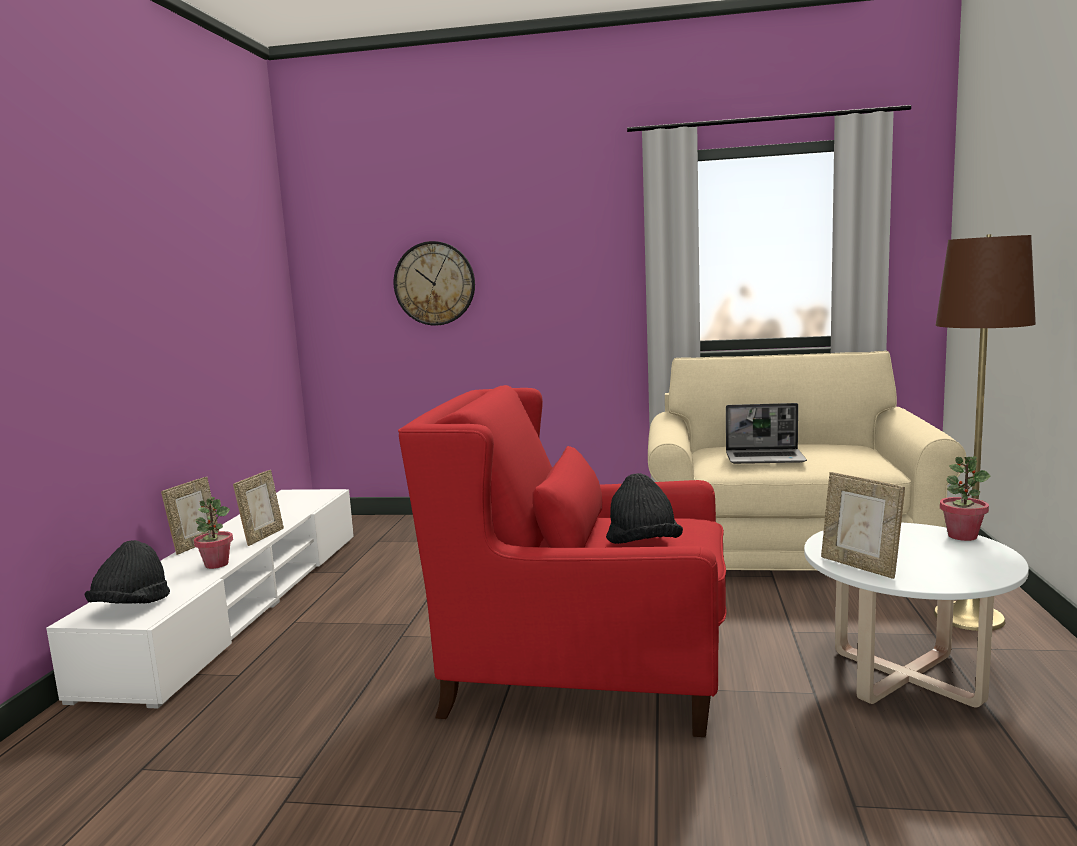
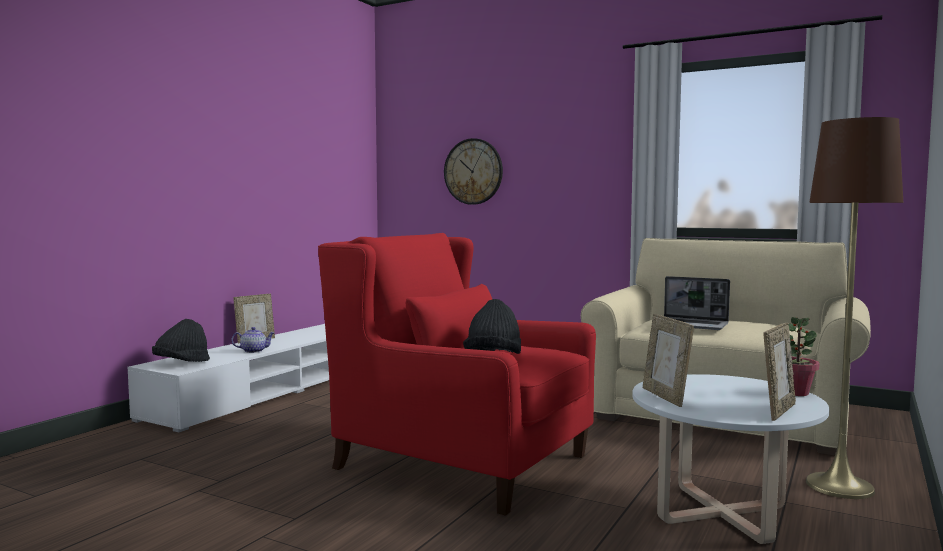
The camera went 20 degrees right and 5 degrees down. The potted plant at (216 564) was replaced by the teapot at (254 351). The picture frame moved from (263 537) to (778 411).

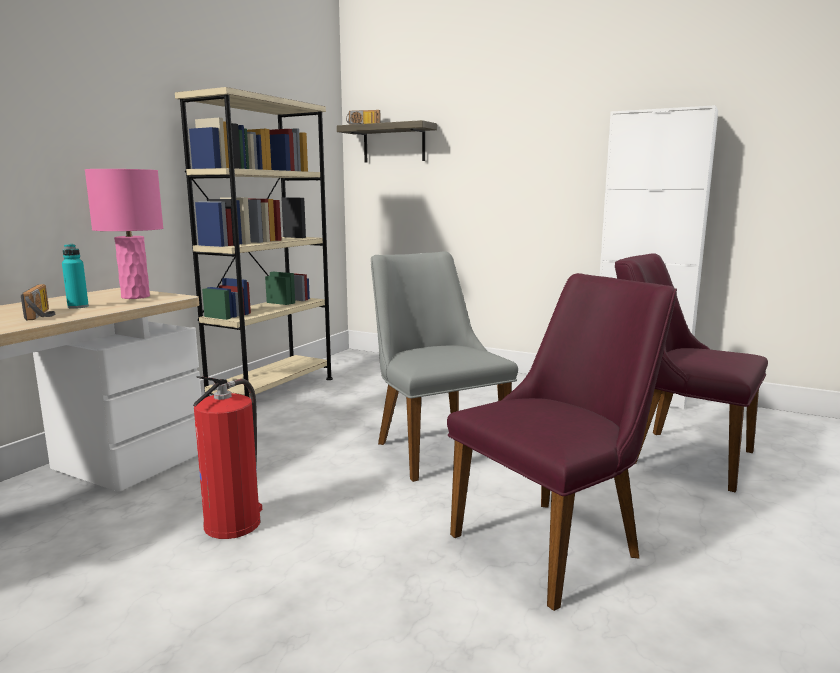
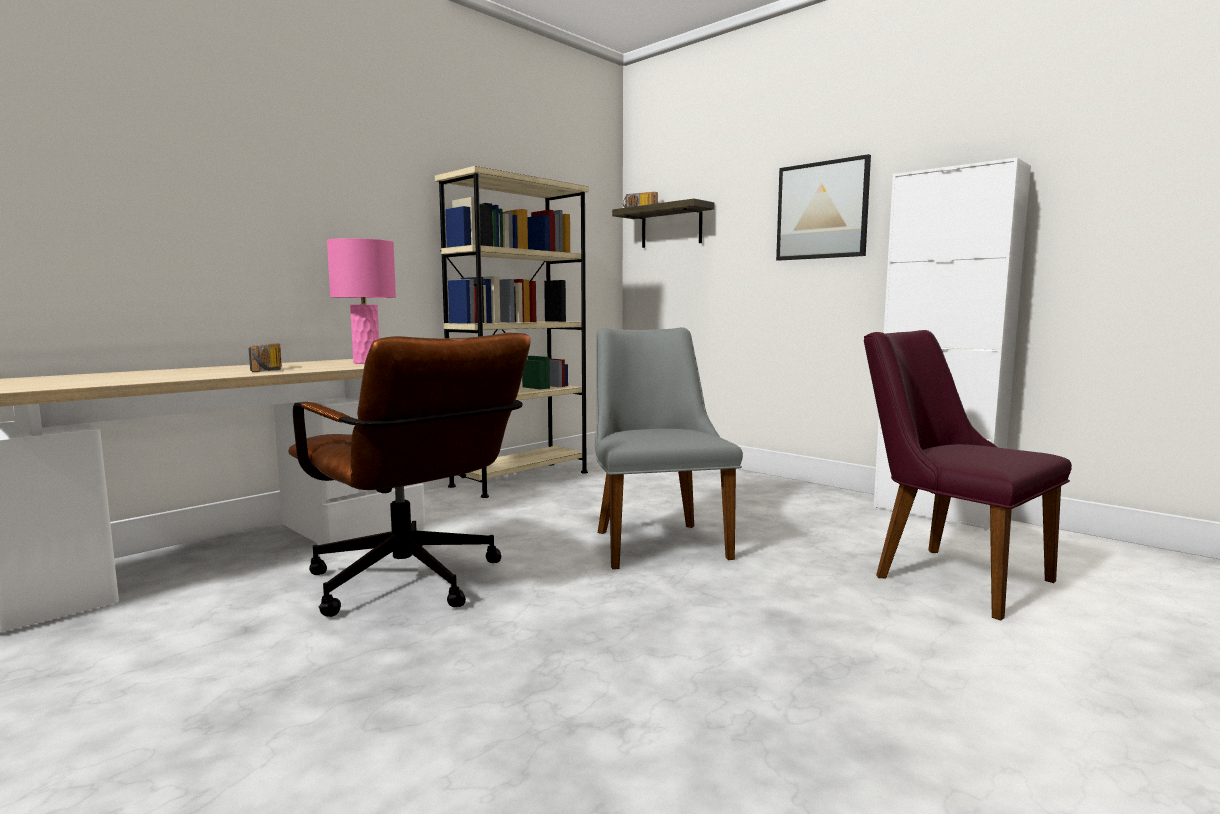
The camera went 15 degrees right and 5 degrees down. The fire-fighting cylinder at (234 523) was replaced by the computer chair (brownish) at (413 585). The picture at (822 210) appeared. The beverage bottle (turquoise-coloured) at (78 307) disappeared. The chair (purple-coloured) at (558 541) disappeared.

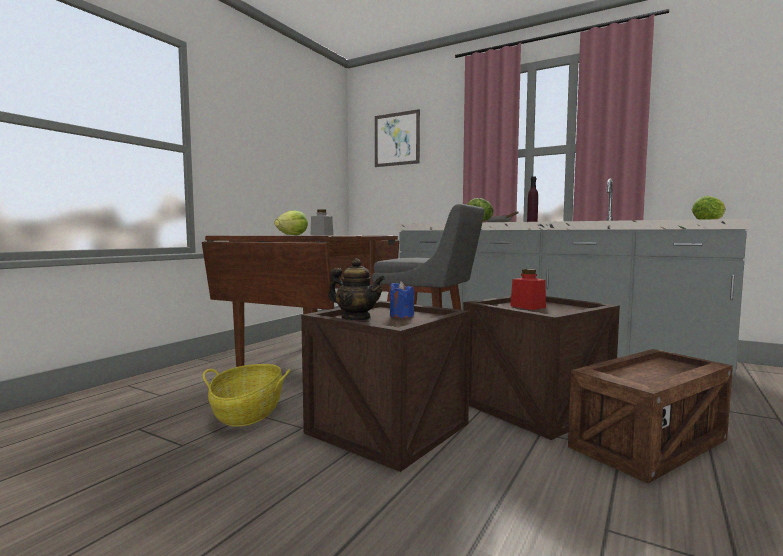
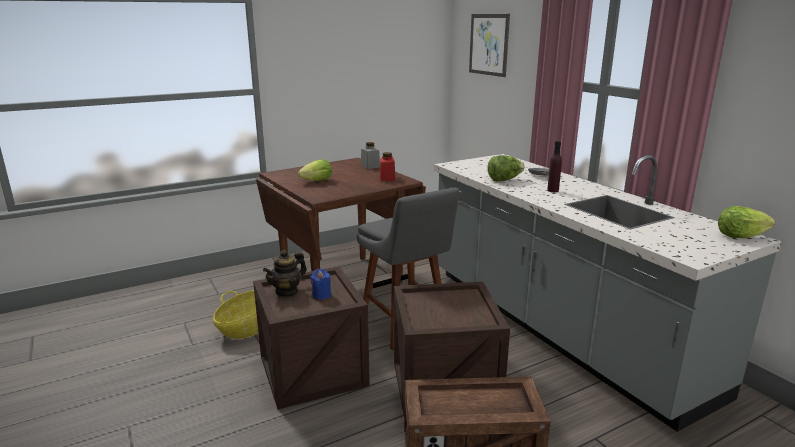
The camera went 30 degrees right and 15 degrees up. The teapot at (356 318) turned 75 degrees clockwise. The storage jar (red-coloured) moved from (527 307) to (387 178).

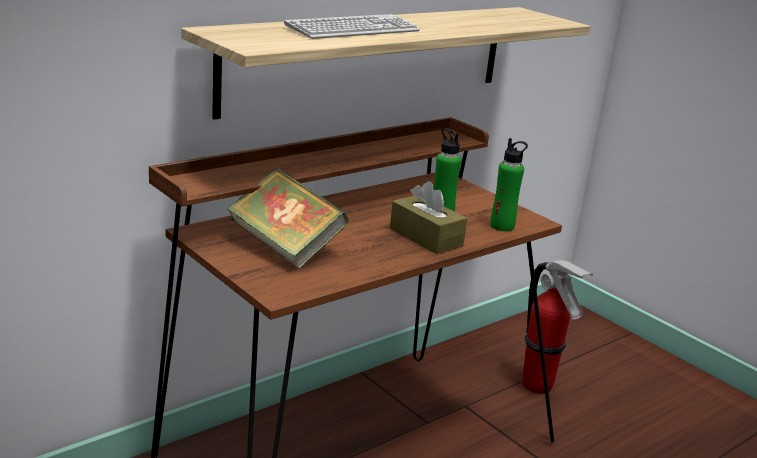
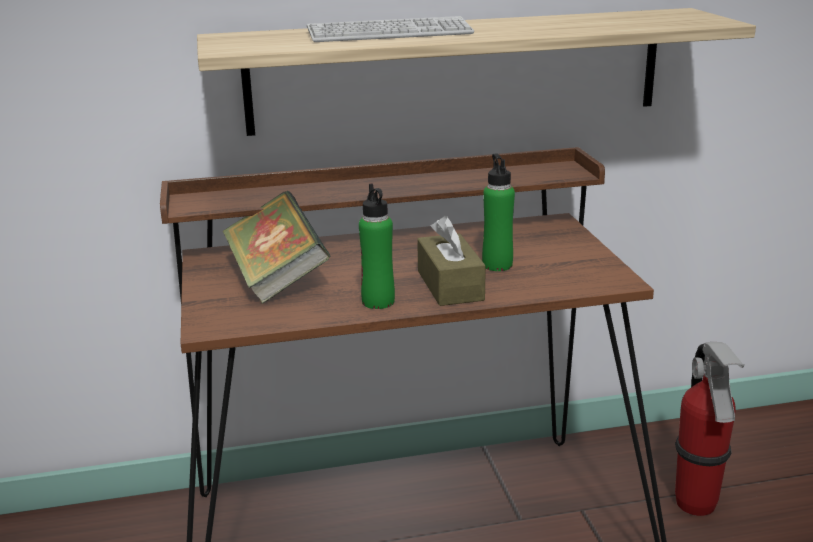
The camera went 30 degrees right and 0 degrees up. The beverage bottle (green-coloured) moved from (502 226) to (378 302).

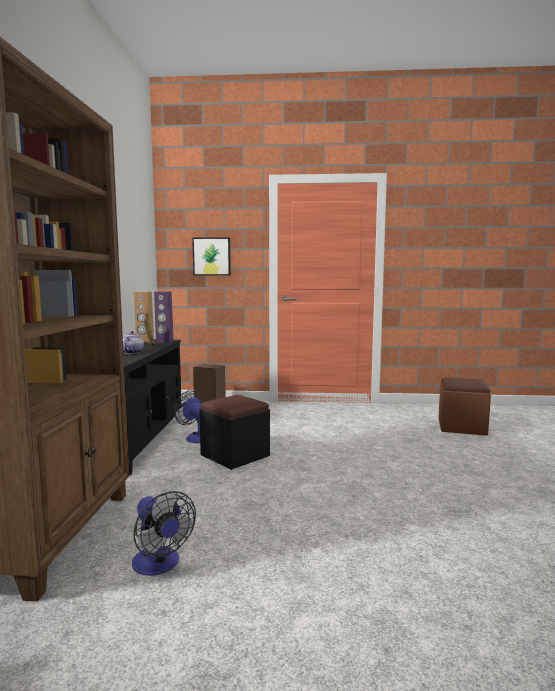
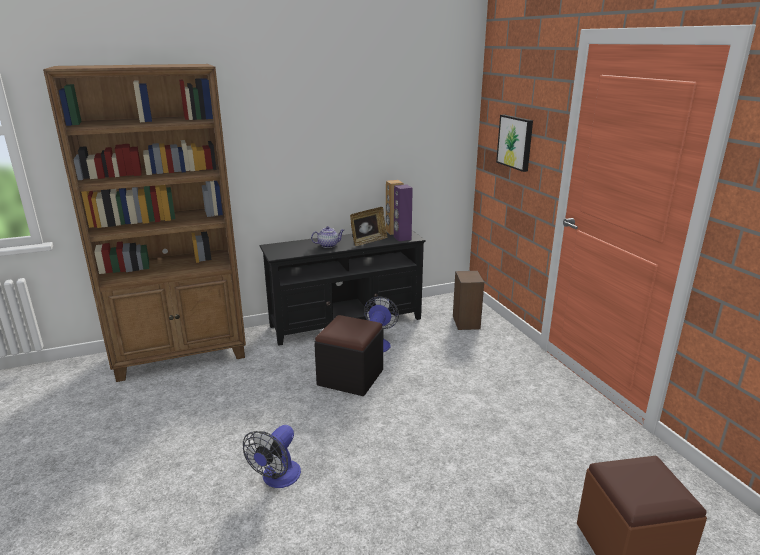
The camera went 65 degrees right and 15 degrees up. The cooling fan moved from (159 565) to (277 479).

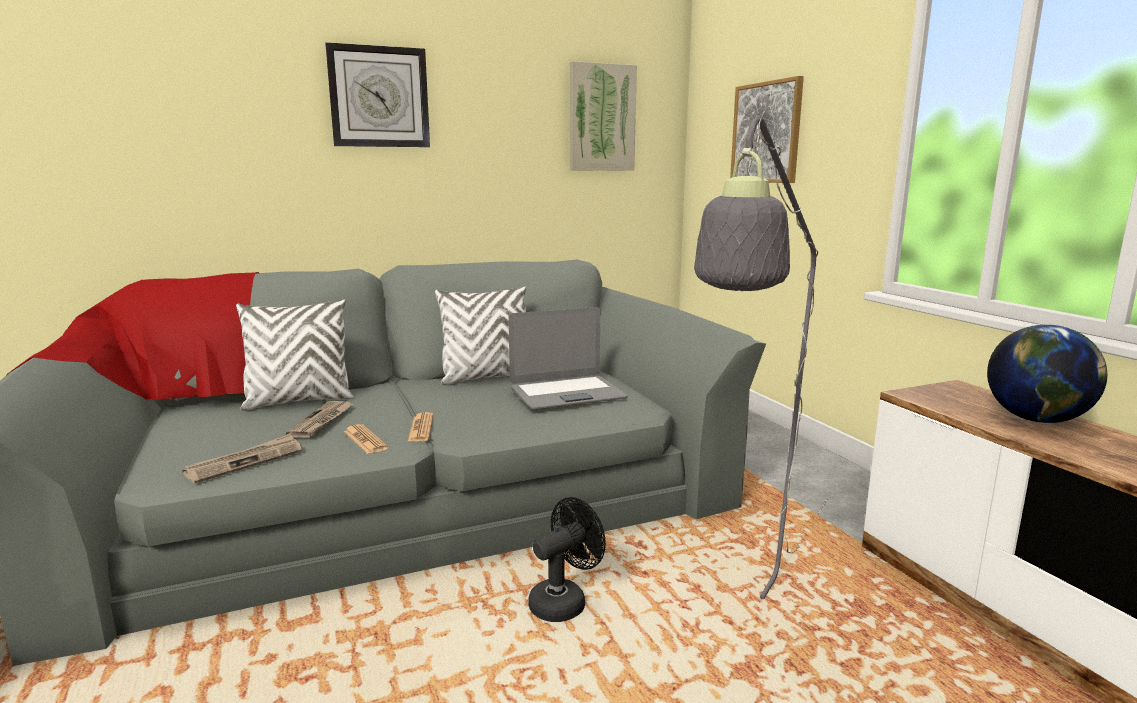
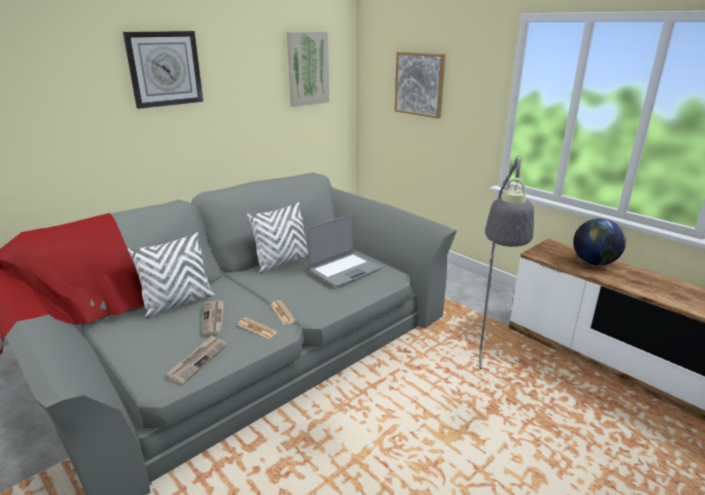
The camera went 20 degrees left and 10 degrees up. The cooling fan (blackish) at (564 601) disappeared.

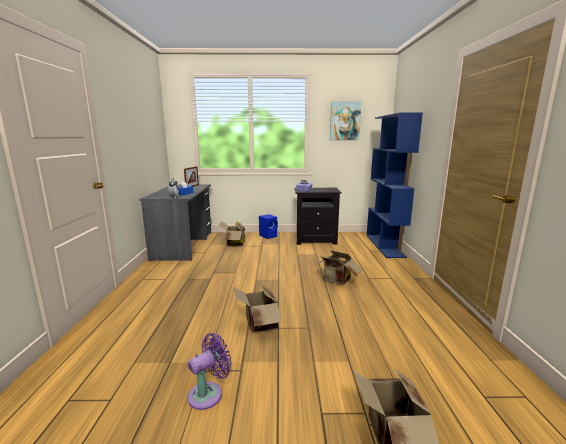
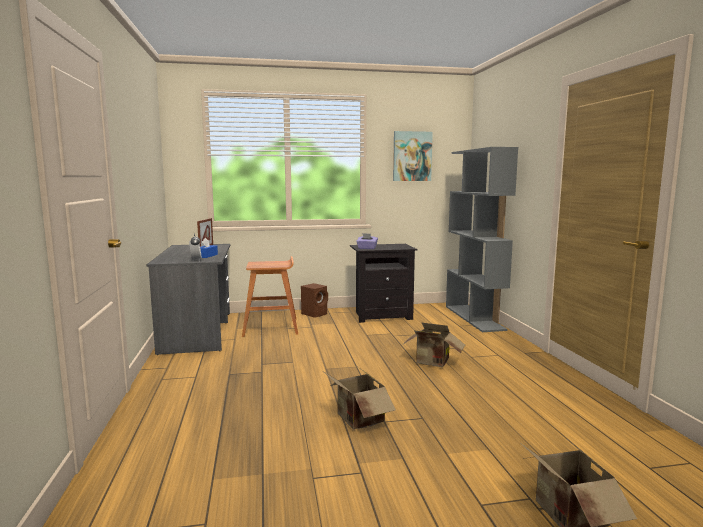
The camera went 10 degrees left and 5 degrees down. The packing box at (234 244) was replaced by the sitting stool (brownish) at (271 327). The loudspeaker (bluish) at (268 236) became the loudspeaker (brownish) at (315 314). The bookshelf (bluish) at (385 245) became the bookshelf (grey) at (474 318). The cooling fan (purple-coloured) at (209 393) disappeared.

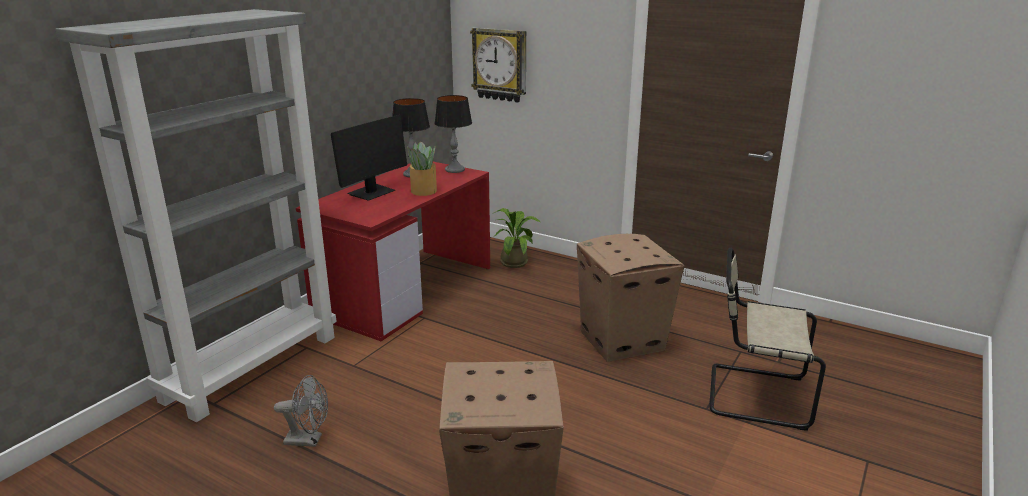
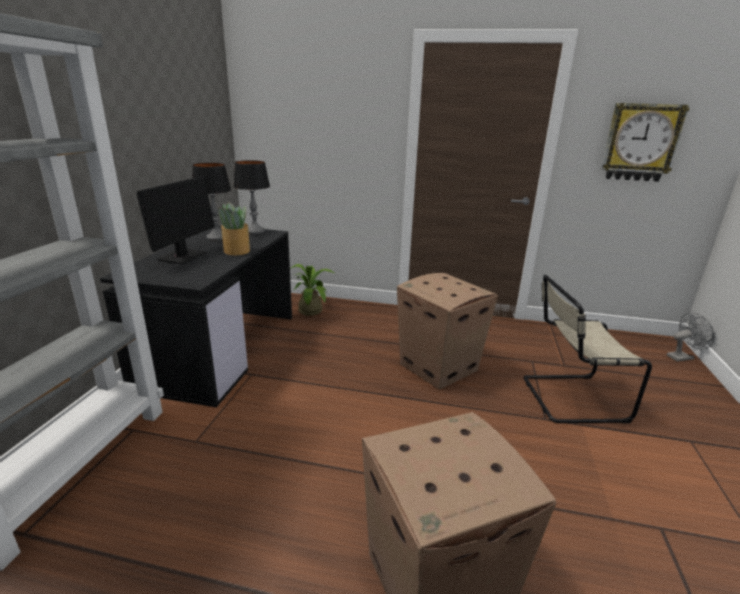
The camera went 20 degrees left and 0 degrees up. The desk unit (red-coloured) at (406 290) became the desk unit (blackish) at (221 349). The clock on the wall moved from (500 64) to (640 142). The cooling fan (grey) moved from (309 440) to (682 357).

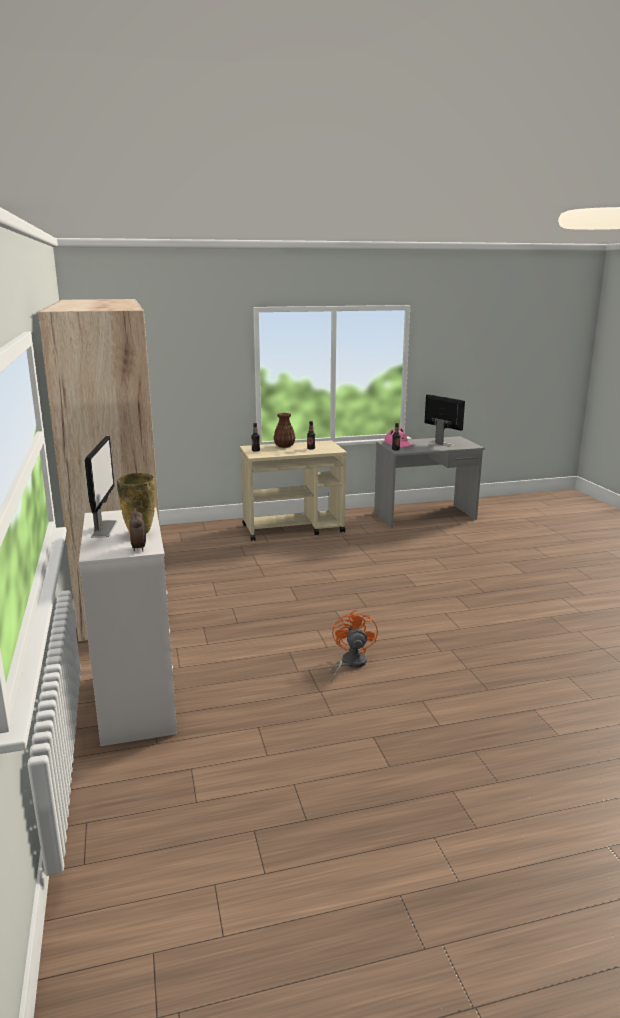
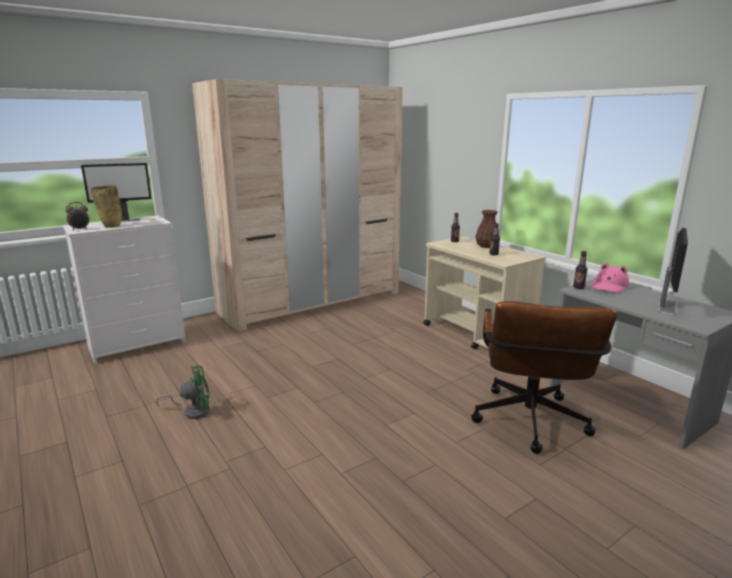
The camera went 70 degrees right and 0 degrees up. The cooling fan (orange) at (350 663) became the cooling fan (green-coloured) at (193 411). The computer chair (brownish) at (529 425) appeared.

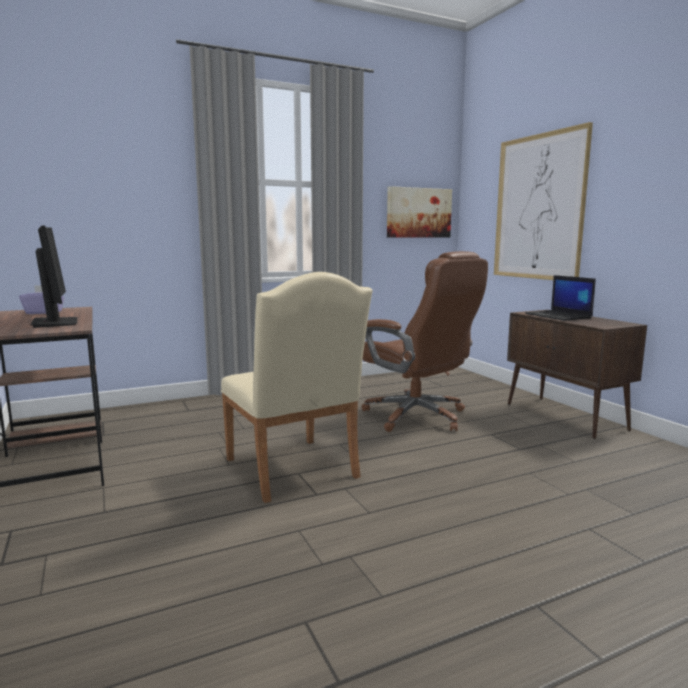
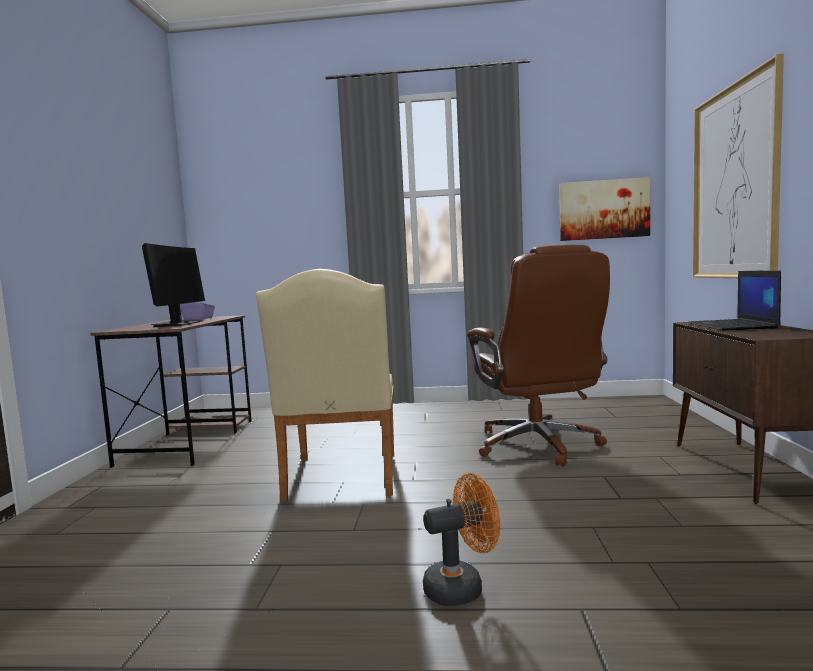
The camera went 30 degrees right and 5 degrees down. The cooling fan (orange) at (462 586) appeared.

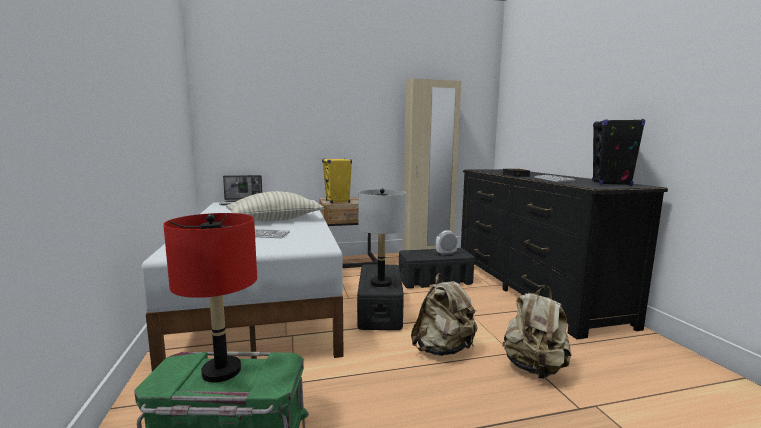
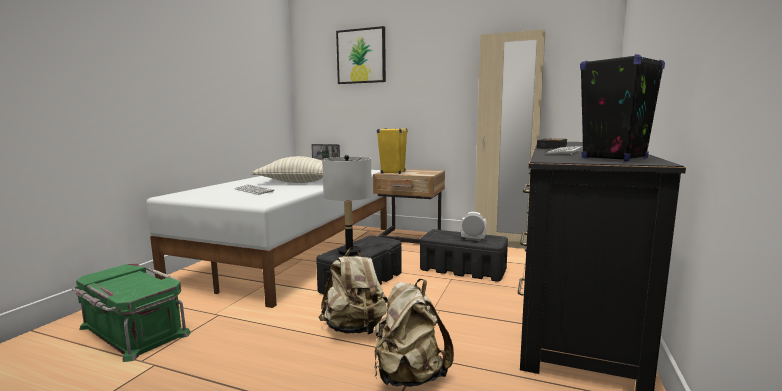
The camera went 35 degrees right and 0 degrees up. The picture at (361 56) appeared. The tabletop lamp (red-coloured) at (221 371) disappeared.

